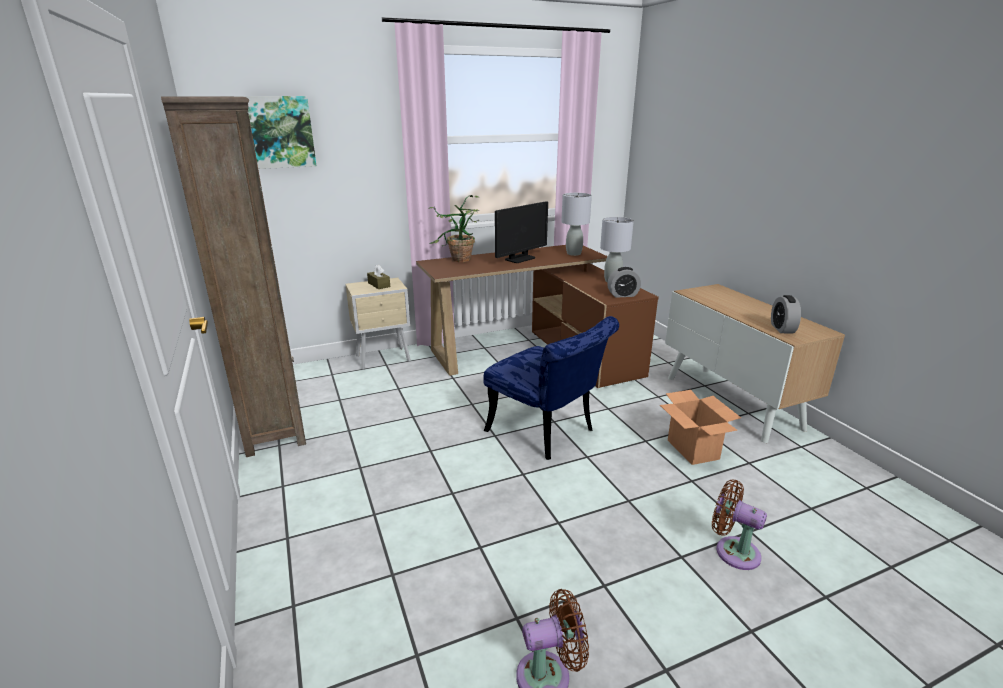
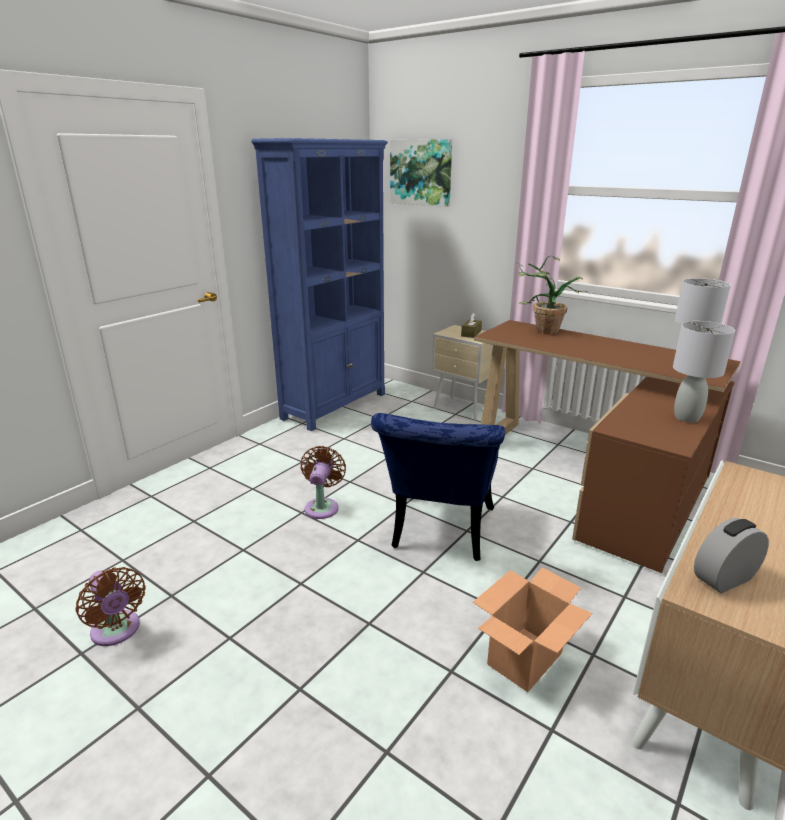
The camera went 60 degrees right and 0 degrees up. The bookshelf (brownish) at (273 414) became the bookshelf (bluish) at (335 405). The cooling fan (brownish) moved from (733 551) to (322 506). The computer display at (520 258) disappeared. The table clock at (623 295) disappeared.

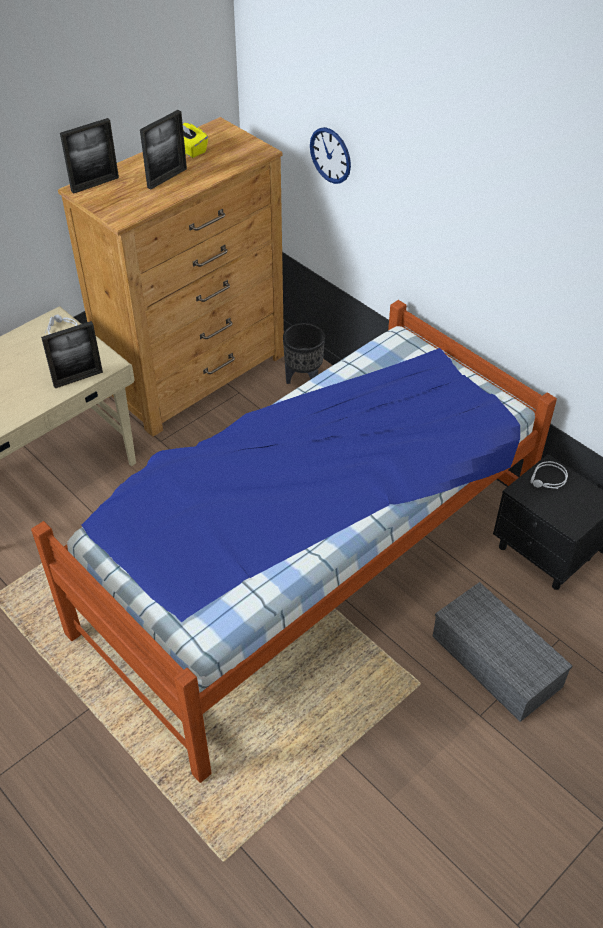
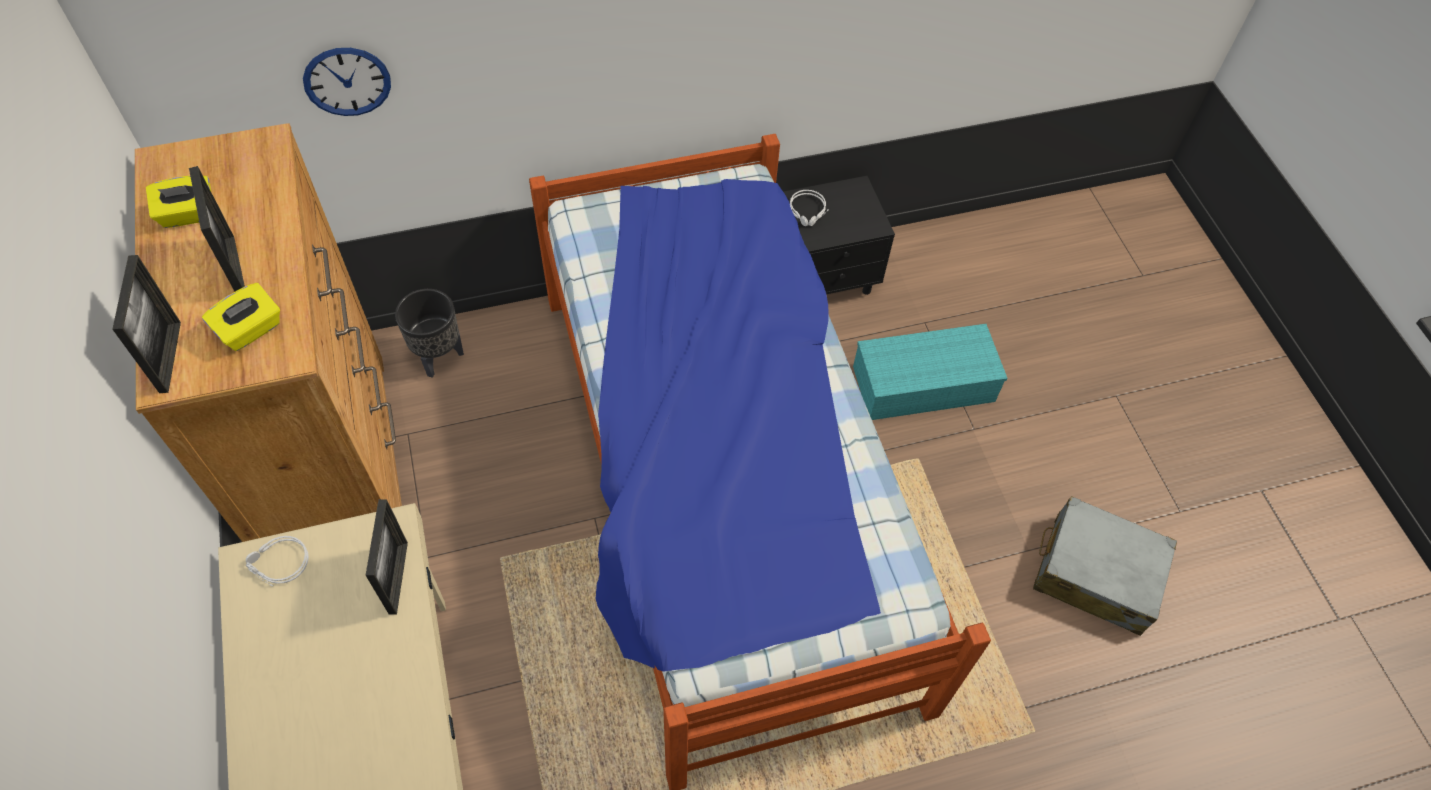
The camera went 65 degrees left and 10 degrees up. The tissue box (yellow-coloured) at (251 330) appeared. The storage container (grey) at (498 661) became the storage container (turquoise-coloured) at (925 382). The travel case (grey) at (1096 574) appeared.

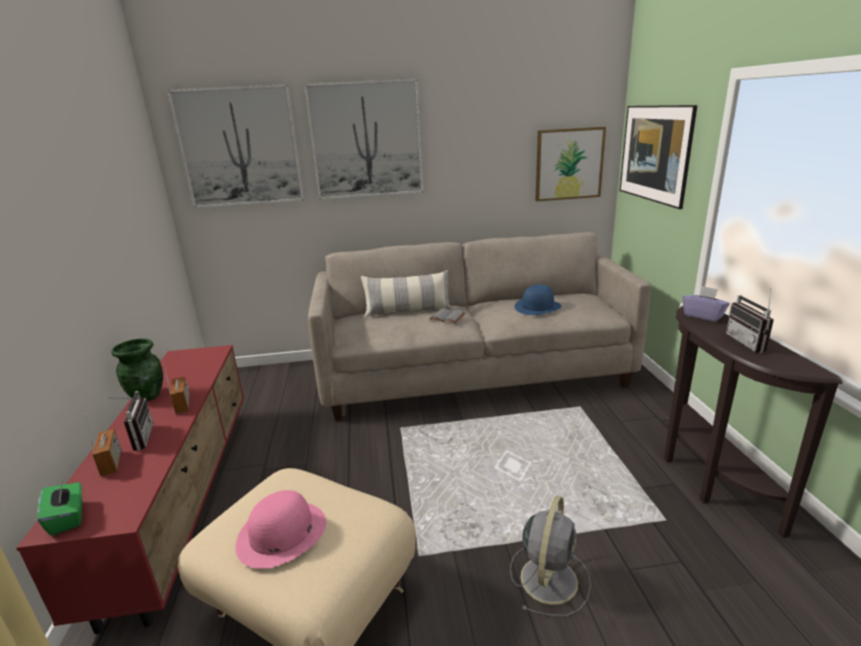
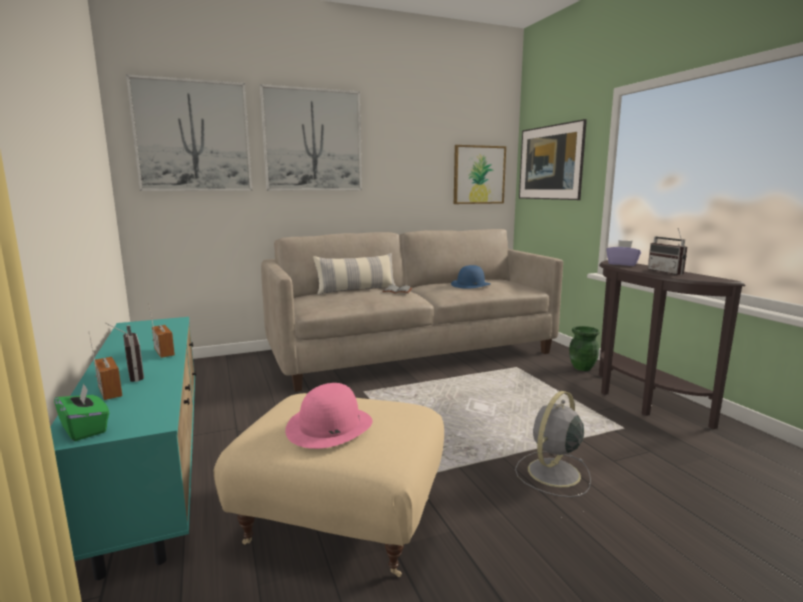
The camera went 15 degrees left and 10 degrees down. The tv unit (red-coloured) at (183 497) became the tv unit (turquoise-coloured) at (153 460). The cooling fan (grey) at (549 577) turned 150 degrees counterclockwise. The vase (green-coloured) moved from (148 396) to (582 368).

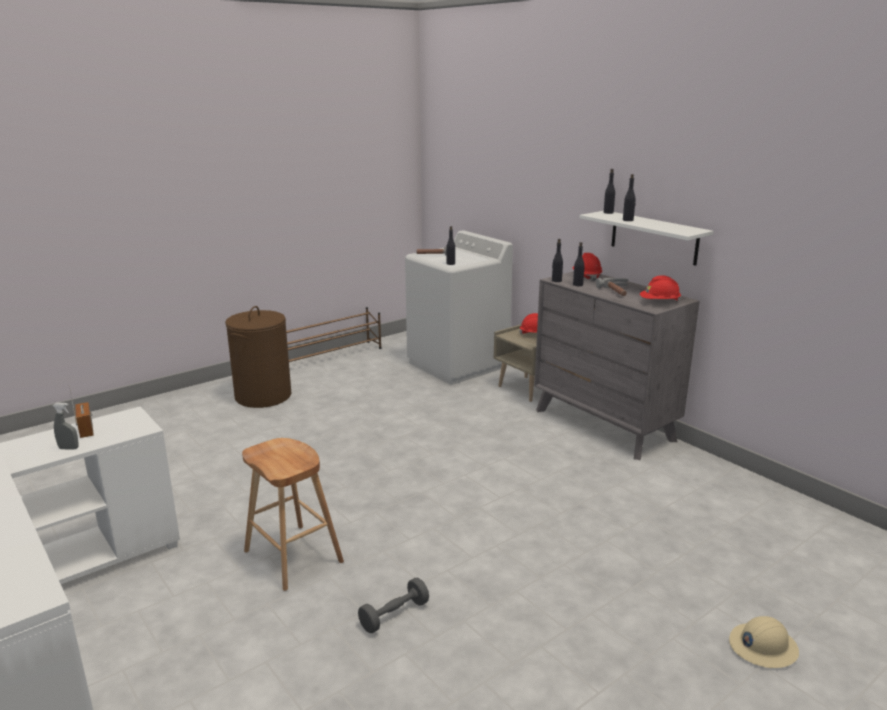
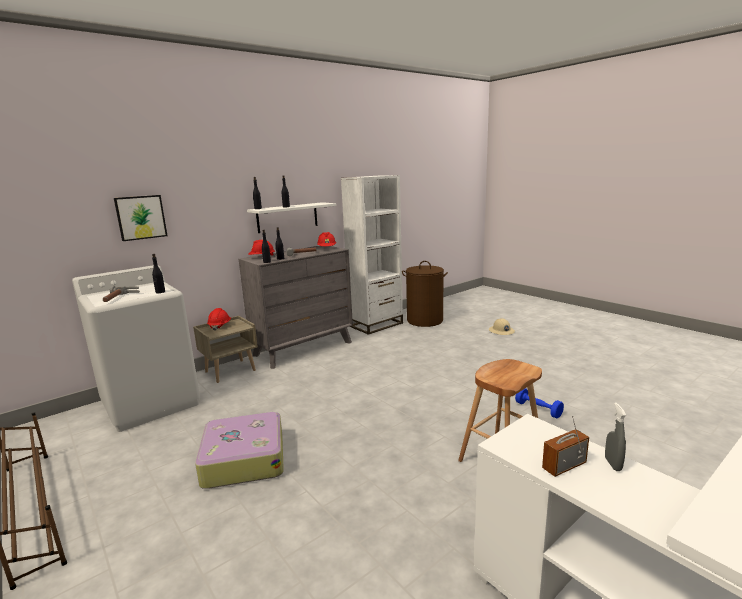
The camera went 90 degrees left and 5 degrees down. The picture at (141 217) appeared. The travel case at (243 459) appeared. The bookshelf (whitish) at (376 325) appeared. The washing basket (brownish) moved from (263 396) to (424 320). The free weight (grey) at (394 615) became the free weight (bluish) at (538 409).

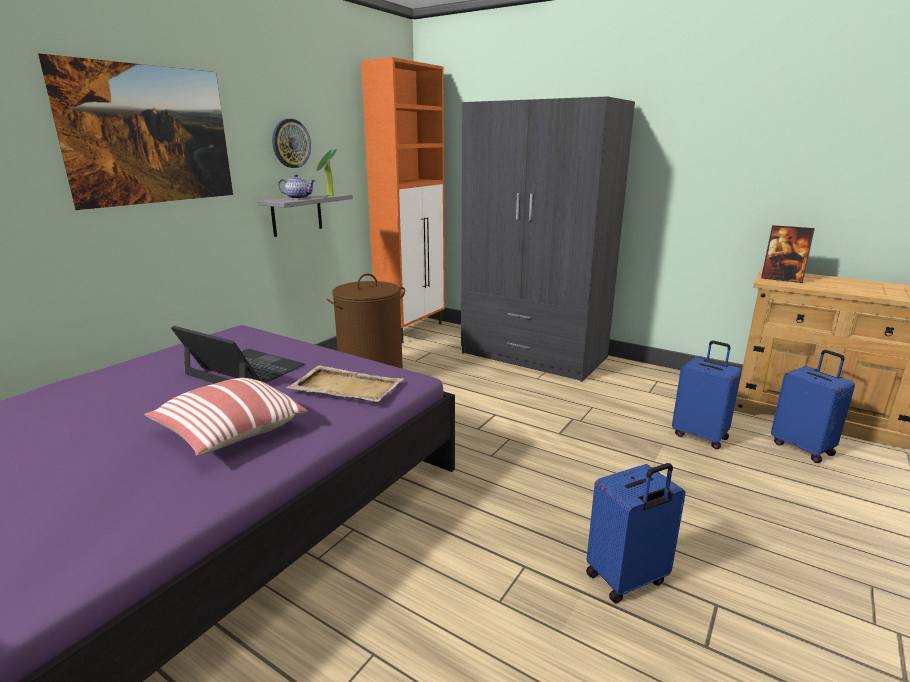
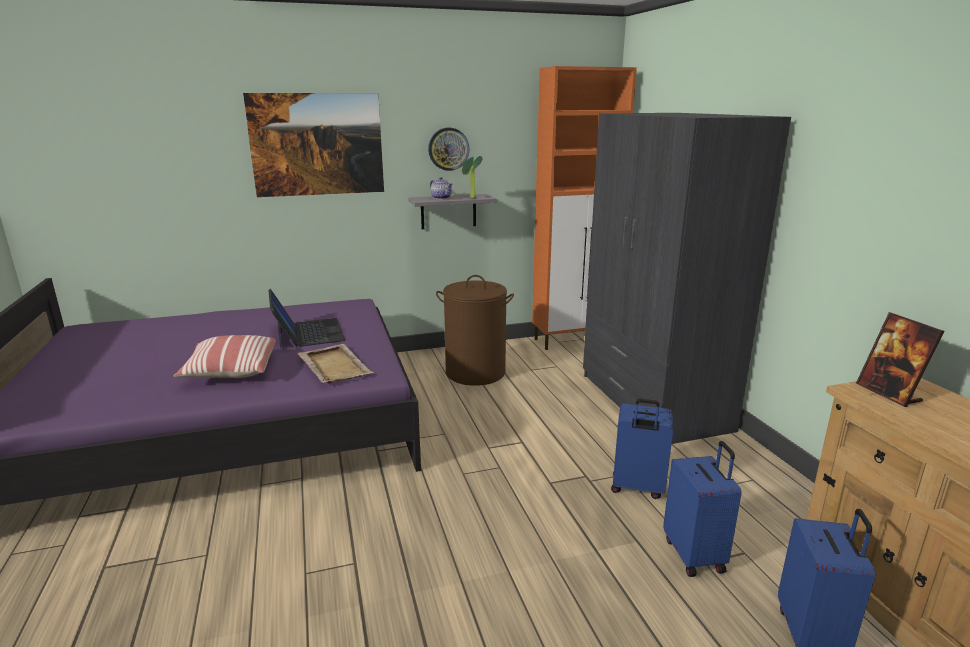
The camera went 40 degrees right and 0 degrees up. The travel case (bluish) moved from (627 579) to (637 488).

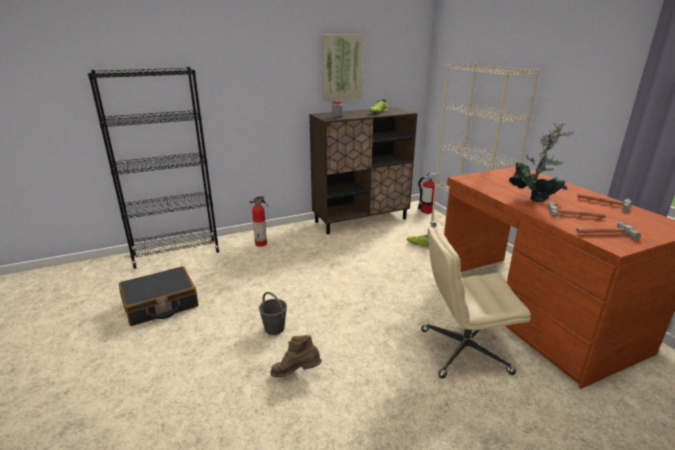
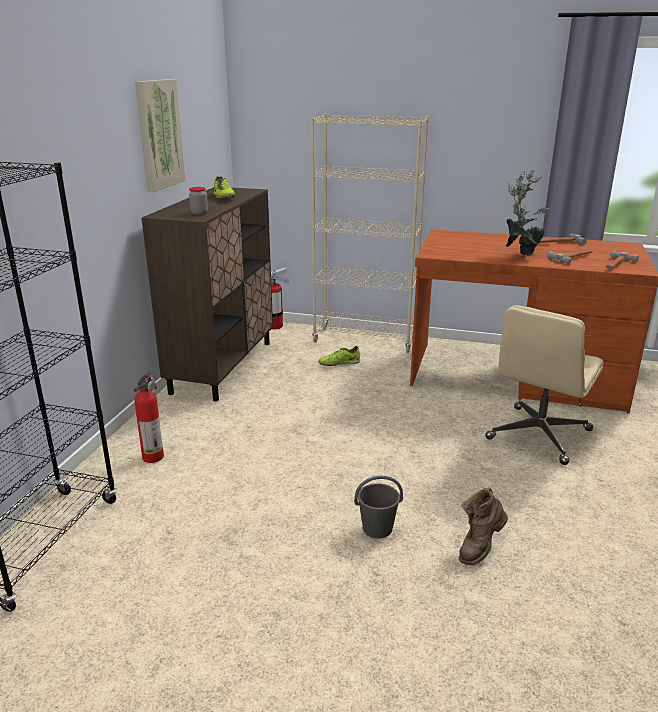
The camera went 50 degrees left and 0 degrees up. The travel case (blackish) at (160 304) disappeared.

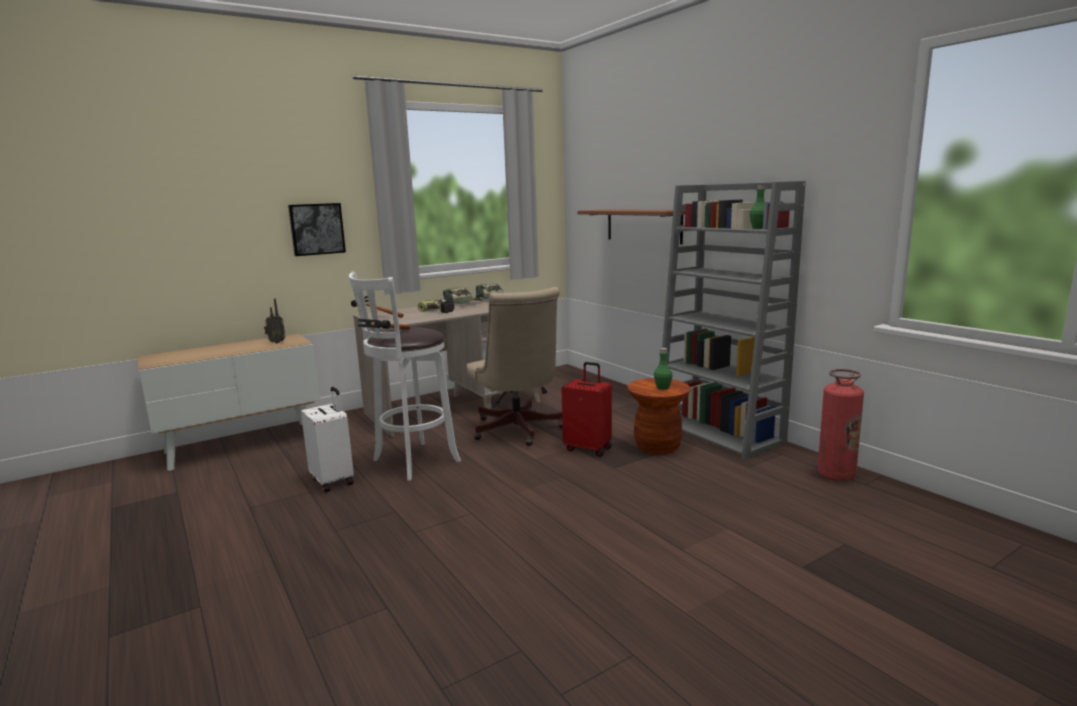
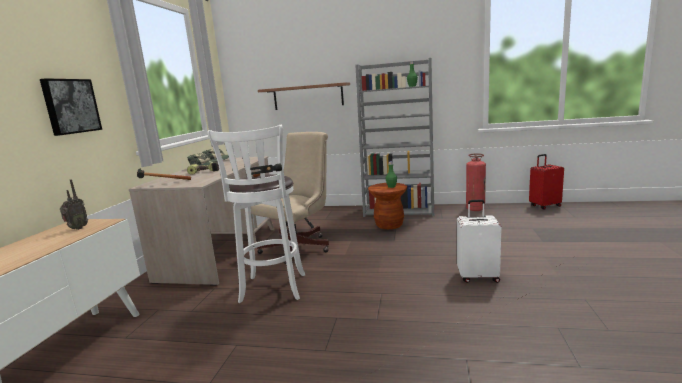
The camera went 45 degrees left and 0 degrees up. The computer chair (sand-coloured) at (518 431) turned 75 degrees counterclockwise. The travel case (whitish) moved from (333 481) to (477 276). The travel case (red-coloured) moved from (588 448) to (544 206).

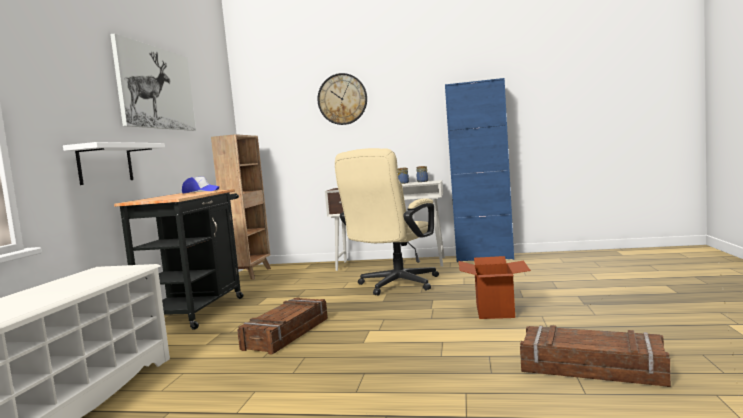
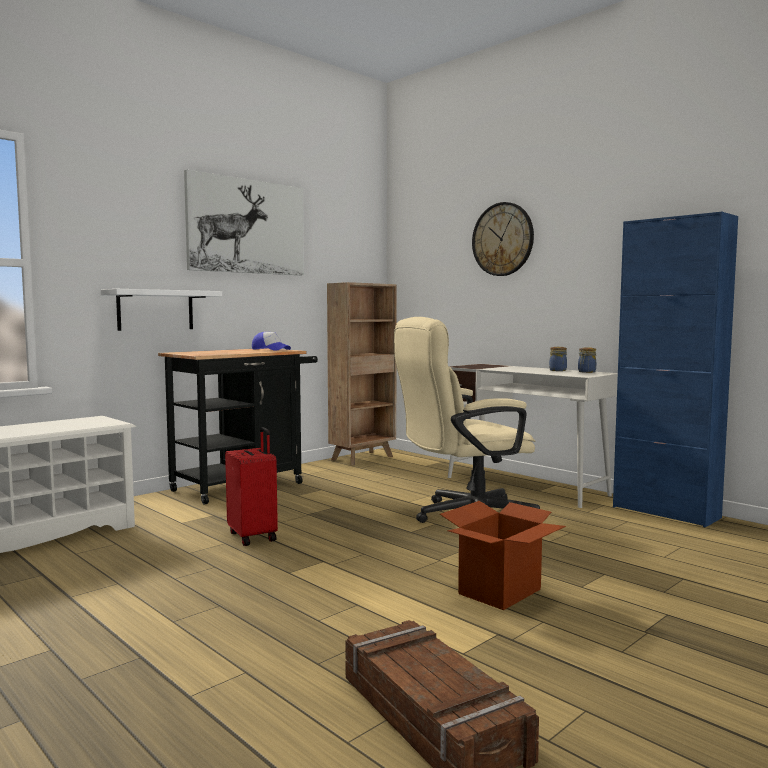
The camera went 35 degrees right and 0 degrees up. The shipping crate at (287 334) was replaced by the travel case (red-coloured) at (254 536).

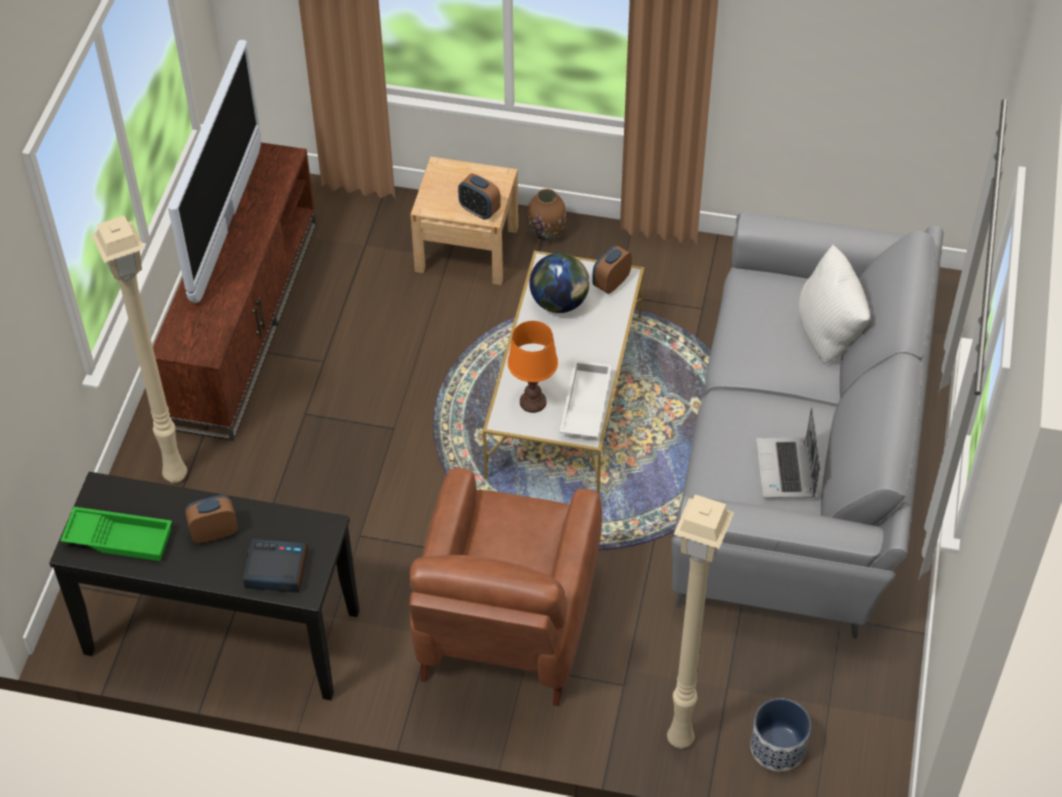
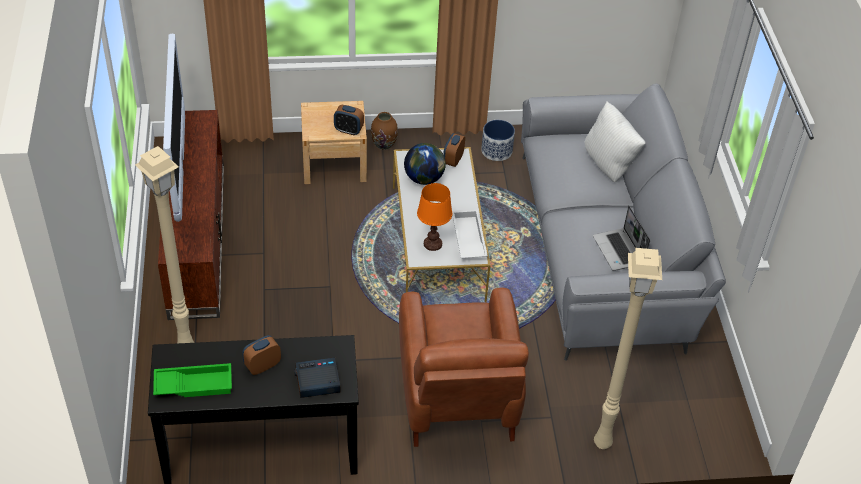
The camera went 20 degrees left and 5 degrees down. The plant pot moved from (778 747) to (497 151).

